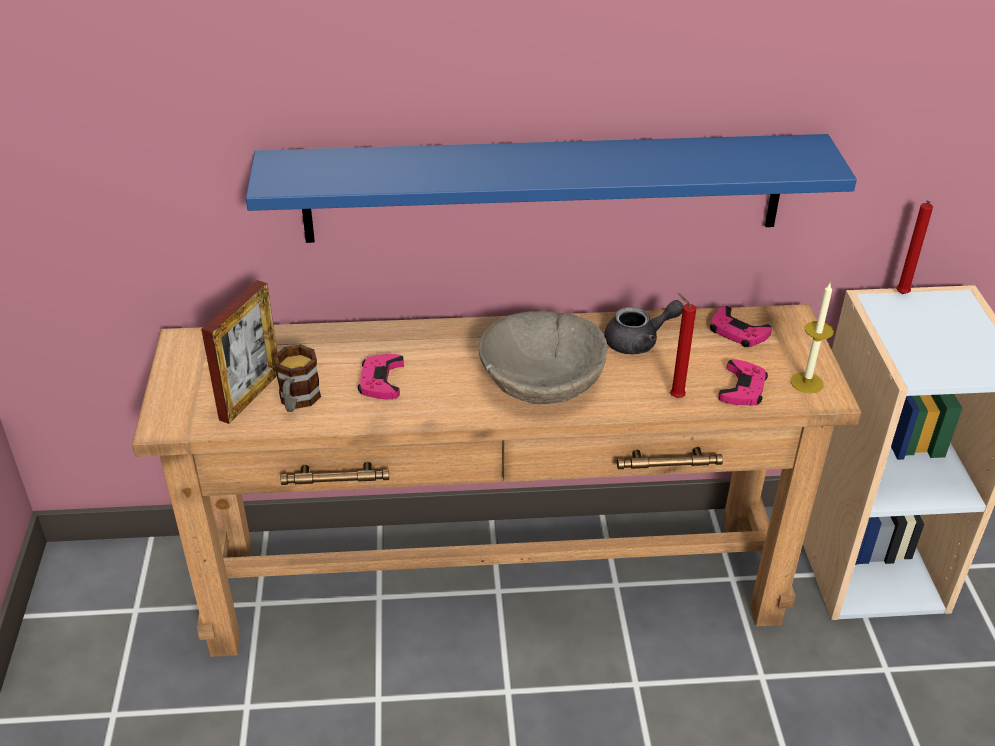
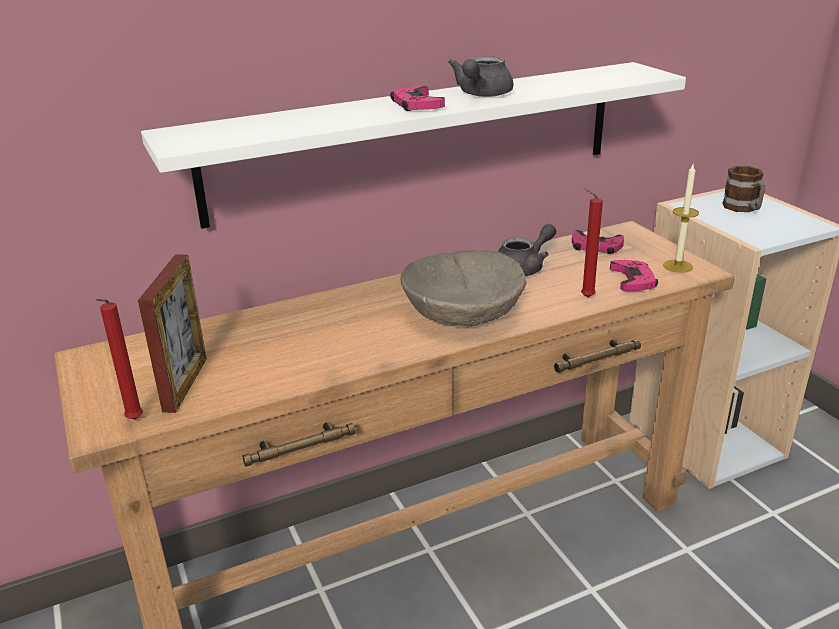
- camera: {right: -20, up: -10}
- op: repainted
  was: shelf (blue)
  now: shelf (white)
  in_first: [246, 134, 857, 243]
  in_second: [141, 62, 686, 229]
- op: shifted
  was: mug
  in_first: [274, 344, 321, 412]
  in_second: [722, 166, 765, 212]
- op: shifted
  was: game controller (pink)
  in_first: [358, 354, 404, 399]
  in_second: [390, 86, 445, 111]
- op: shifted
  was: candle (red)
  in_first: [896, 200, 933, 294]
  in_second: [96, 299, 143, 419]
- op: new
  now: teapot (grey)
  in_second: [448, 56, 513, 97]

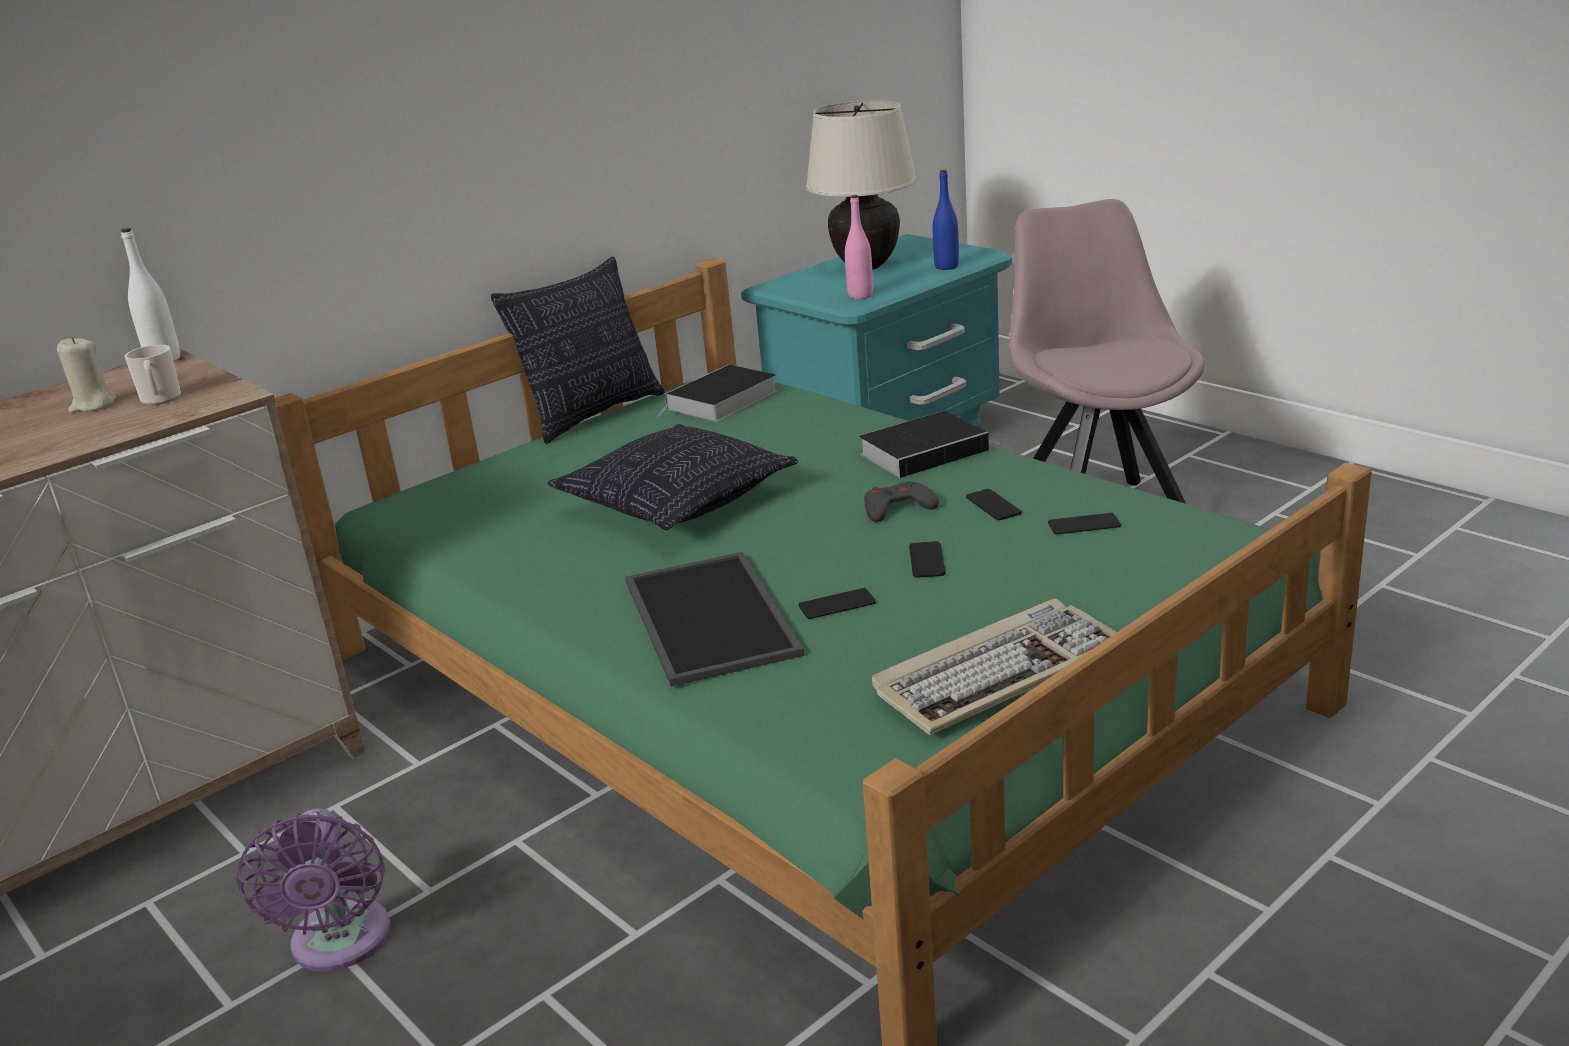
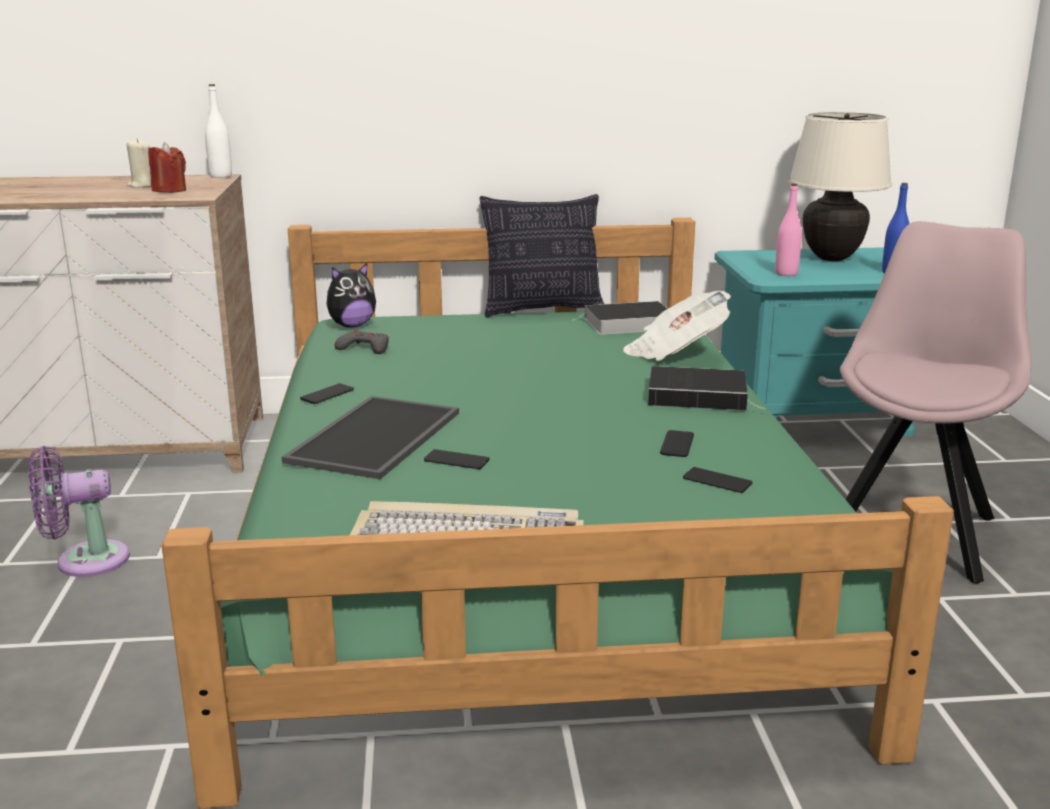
- camera: {right: 35, up: -5}
- op: swapped
  was: mug
  now: candle (red)
  in_first: [125, 345, 181, 405]
  in_second: [148, 142, 186, 193]
- op: rotated
  was: fan (purple)
  in_first: [236, 808, 391, 972]
  in_second: [29, 446, 130, 577]
  clockwise: 45
- op: gone
  was: pillow
  in_first: [547, 424, 798, 530]
- op: shifted
  was: game controller (grey)
  in_first: [864, 481, 939, 522]
  in_second: [335, 329, 389, 354]
- op: shifted
  was: phone
  in_first: [909, 541, 945, 578]
  in_second: [300, 383, 354, 404]
- op: new
  now: plush toy
  in_second: [327, 263, 376, 327]
- op: new
  now: newspaper
  in_second: [623, 291, 731, 361]

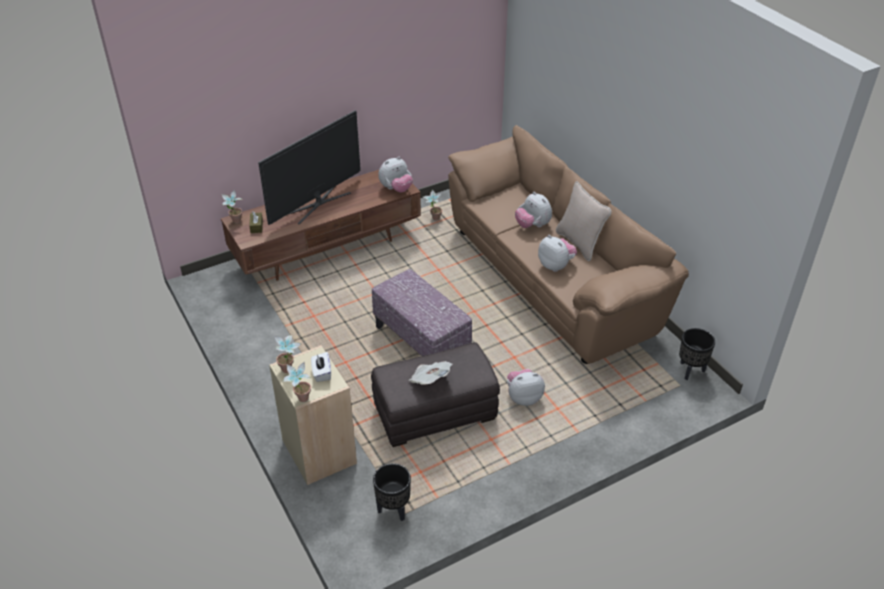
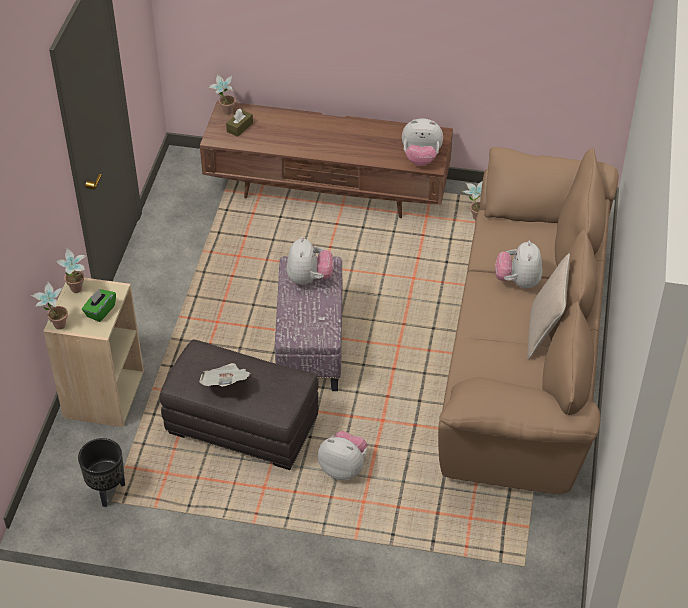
- camera: {right: 40, up: 5}
- op: gone
  was: television
  in_first: [258, 110, 361, 225]
- op: repainted
  was: tissue box (white)
  now: tissue box (green)
  in_first: [311, 352, 331, 382]
  in_second: [82, 289, 116, 322]
- op: shifted
  was: plush toy
  in_first: [538, 235, 577, 272]
  in_second: [287, 237, 333, 285]
- op: gone
  was: planter (black)
  in_first: [679, 328, 715, 380]

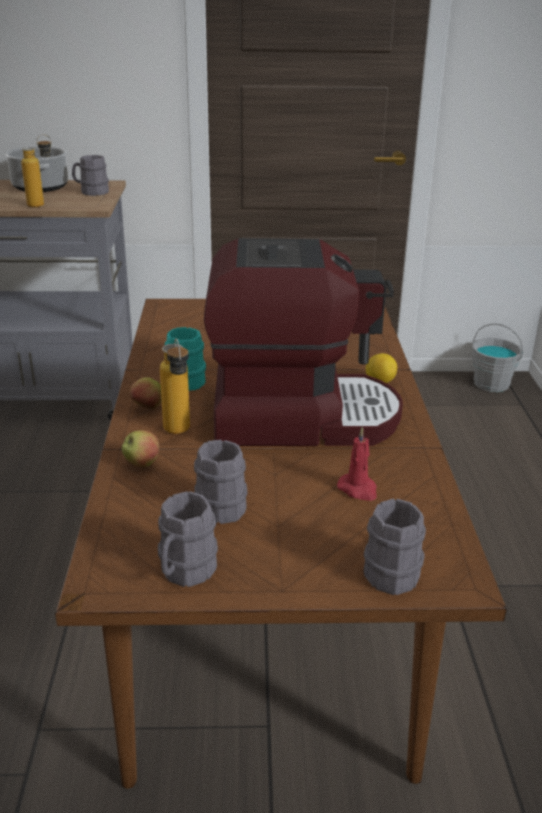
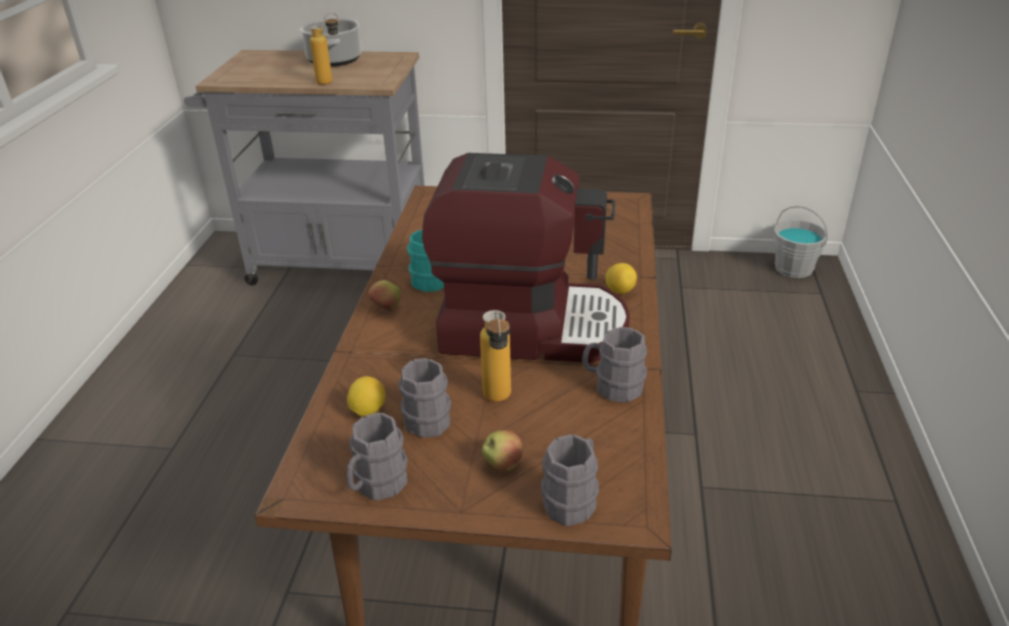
- camera: {right: 10, up: 5}
- op: shifted
  was: mug (grey)
  in_first: [72, 155, 109, 196]
  in_second: [582, 327, 647, 403]
- op: shifted
  was: apple
  in_first: [122, 430, 160, 467]
  in_second: [482, 430, 523, 471]
- op: shifted
  was: bottle
  in_first: [160, 338, 190, 434]
  in_second: [480, 310, 511, 402]
- op: gone
  was: candle (red)
  in_first: [337, 427, 377, 501]
- op: new
  now: lemon
  in_second: [347, 376, 386, 417]

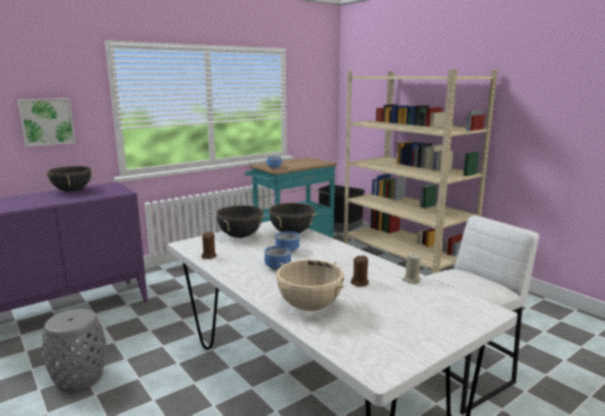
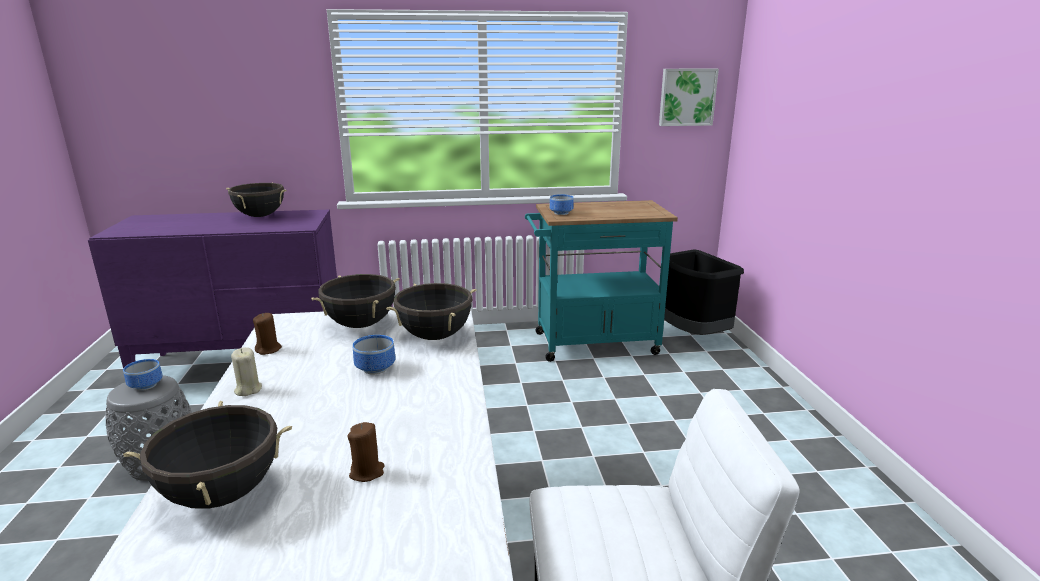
- camera: {right: 30, up: 5}
- op: shifted
  was: picture
  in_first: [18, 98, 76, 147]
  in_second: [659, 69, 719, 126]
- op: shifted
  was: bowl
  in_first: [265, 246, 291, 271]
  in_second: [123, 359, 163, 391]
- op: repainted
  was: cooking pot (beige)
  now: cooking pot (black)
  in_first: [276, 260, 344, 311]
  in_second: [123, 401, 292, 508]
- op: gone
  was: bookcase (beige)
  in_first: [344, 70, 497, 274]
- op: shifted
  was: candle (beige)
  in_first: [402, 252, 421, 284]
  in_second: [231, 347, 262, 396]

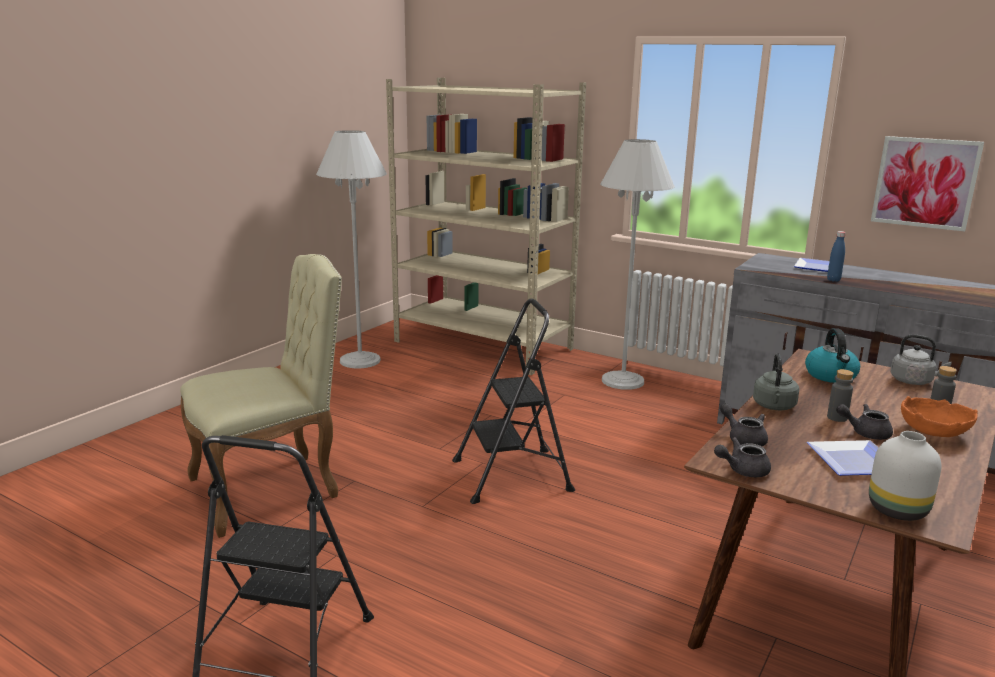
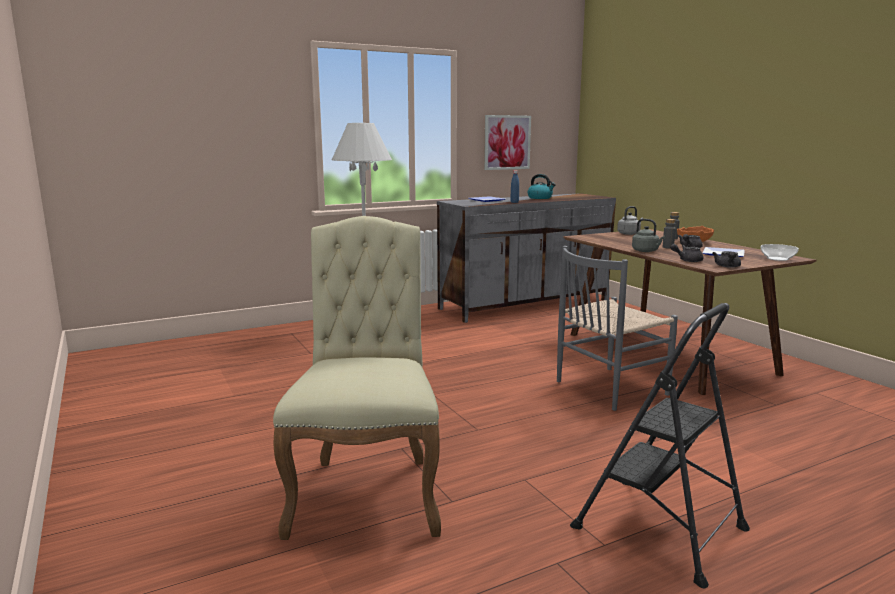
- camera: {right: -60, up: -5}
- op: gone
  was: floor lamp (white)
  in_first: [317, 130, 387, 368]
- op: gone
  was: bookcase (beige)
  in_first: [386, 78, 586, 375]
- op: gone
  was: step ladder (black)
  in_first: [452, 298, 575, 504]
- op: shifted
  was: kettle
  in_first: [805, 328, 860, 383]
  in_second: [528, 174, 556, 199]
- op: swapped
  was: vase (white)
  now: bowl
  in_first: [869, 431, 941, 521]
  in_second: [761, 244, 799, 261]
- op: new
  now: chair (grey)
  in_second: [557, 246, 678, 411]

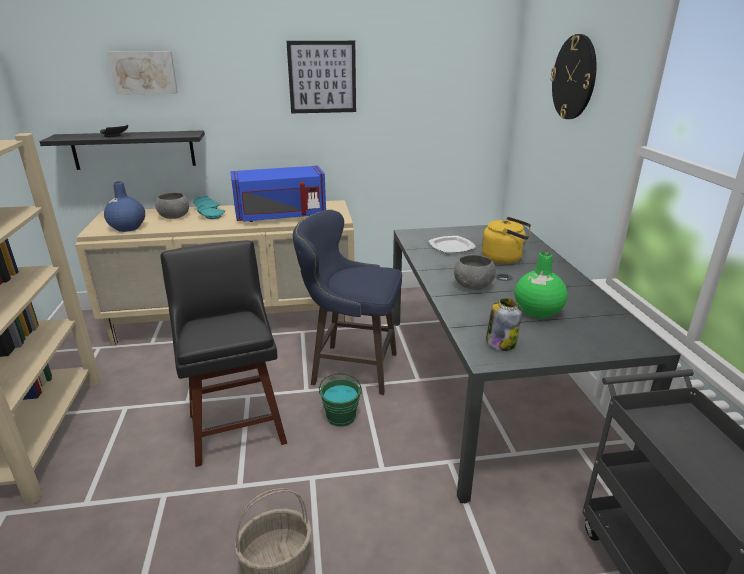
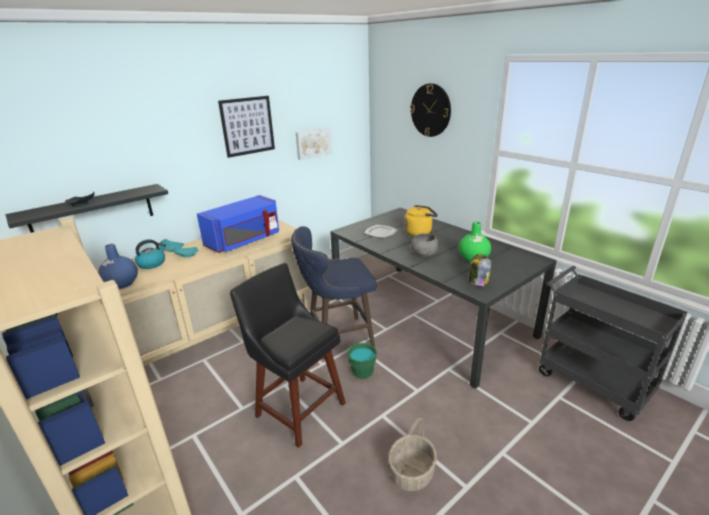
- camera: {right: -30, up: 0}
- op: shifted
  was: picture
  in_first: [108, 51, 178, 95]
  in_second: [296, 127, 332, 160]
- op: swapped
  was: bowl (grey)
  now: kettle
  in_first: [155, 193, 189, 219]
  in_second: [135, 239, 166, 269]

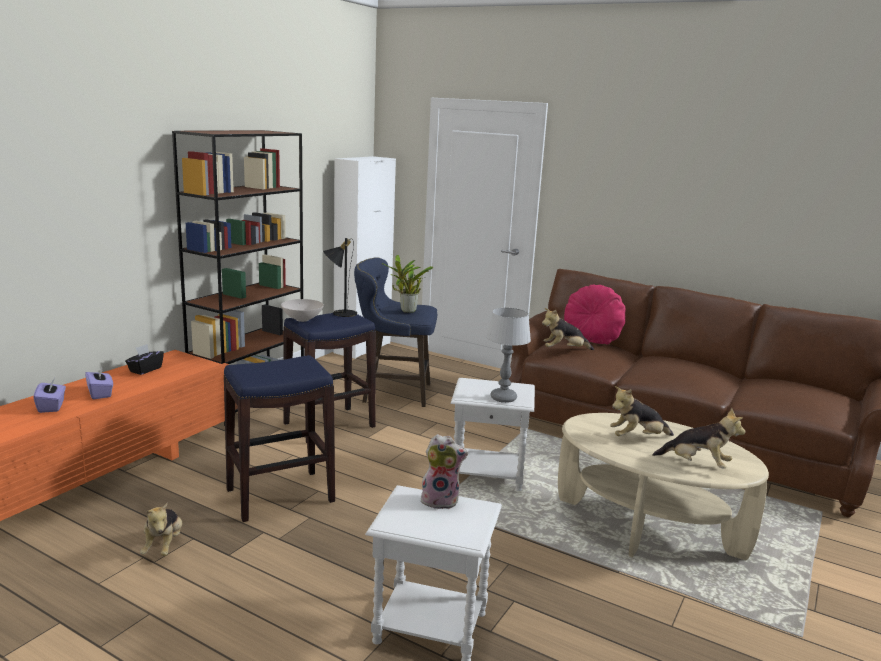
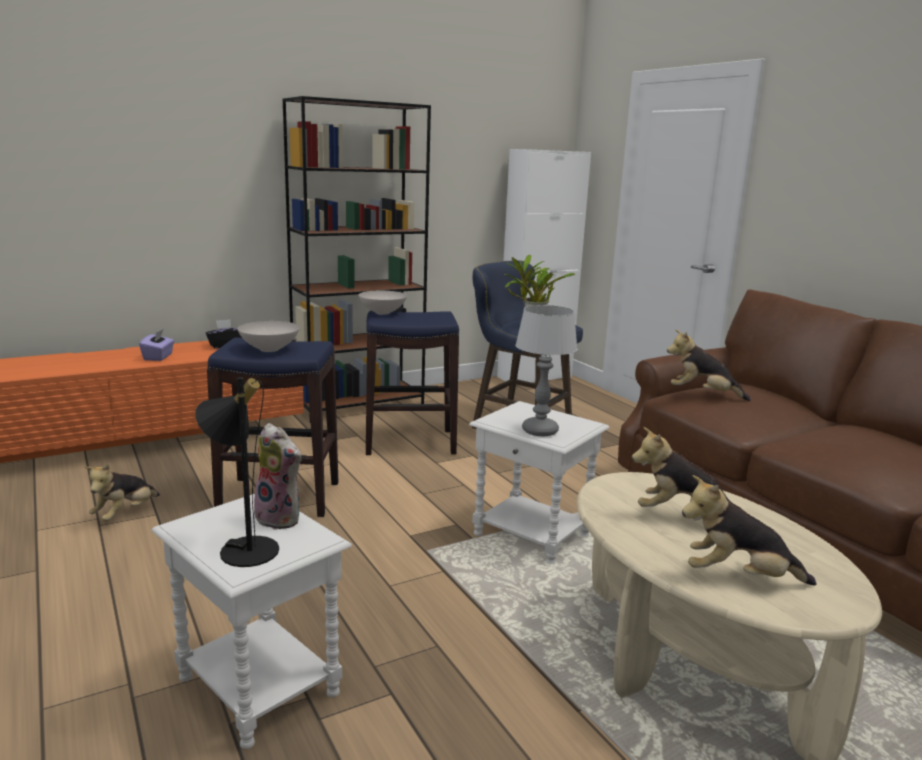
- camera: {right: 30, up: 0}
- op: gone
  was: tissue box (purple)
  in_first: [34, 378, 66, 413]
- op: shifted
  was: table lamp (black)
  in_first: [323, 238, 357, 317]
  in_second: [195, 377, 279, 567]
- op: gone
  was: pillow (pink)
  in_first: [564, 284, 626, 344]
- op: rotated
  was: plush toy
  in_first: [652, 408, 746, 469]
  in_second: [682, 475, 817, 586]
  clockwise: 135
- op: new
  now: bowl (white)
  in_second: [237, 321, 300, 352]

